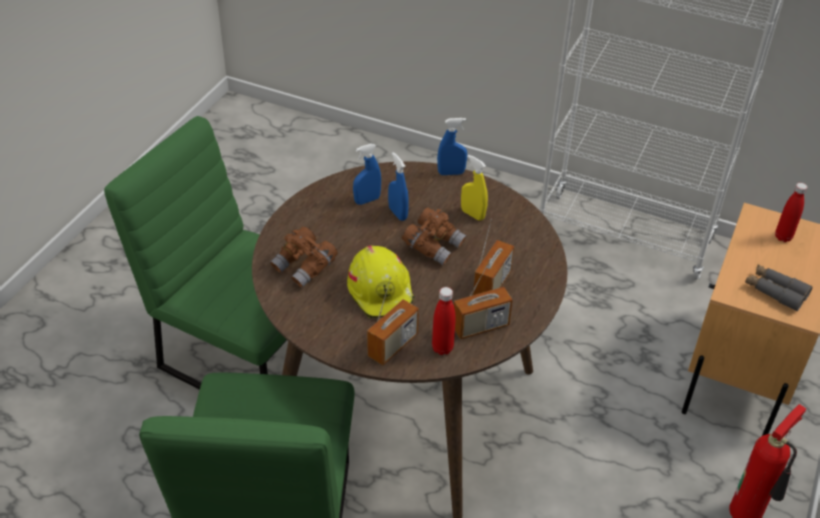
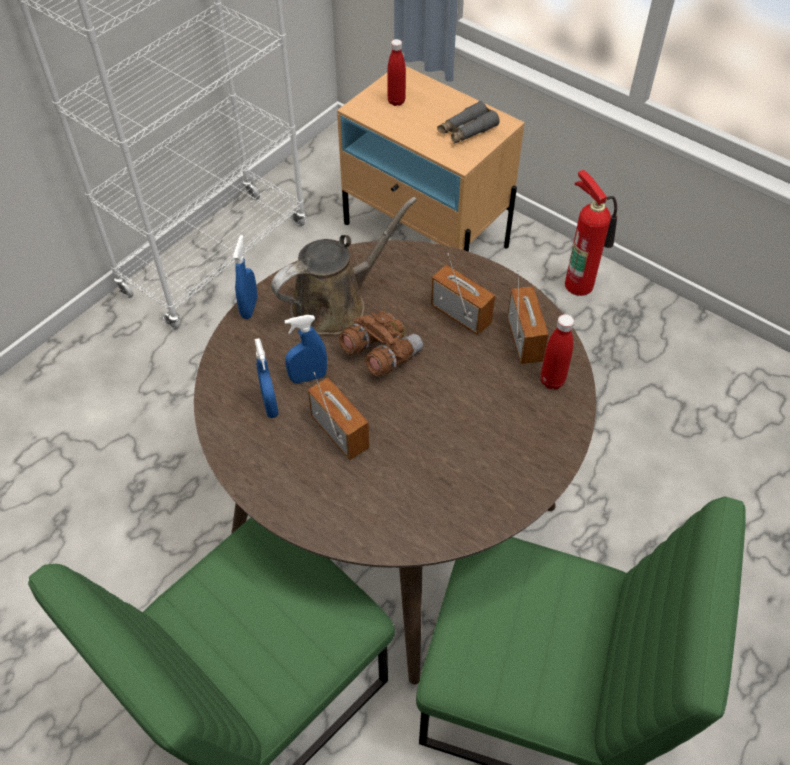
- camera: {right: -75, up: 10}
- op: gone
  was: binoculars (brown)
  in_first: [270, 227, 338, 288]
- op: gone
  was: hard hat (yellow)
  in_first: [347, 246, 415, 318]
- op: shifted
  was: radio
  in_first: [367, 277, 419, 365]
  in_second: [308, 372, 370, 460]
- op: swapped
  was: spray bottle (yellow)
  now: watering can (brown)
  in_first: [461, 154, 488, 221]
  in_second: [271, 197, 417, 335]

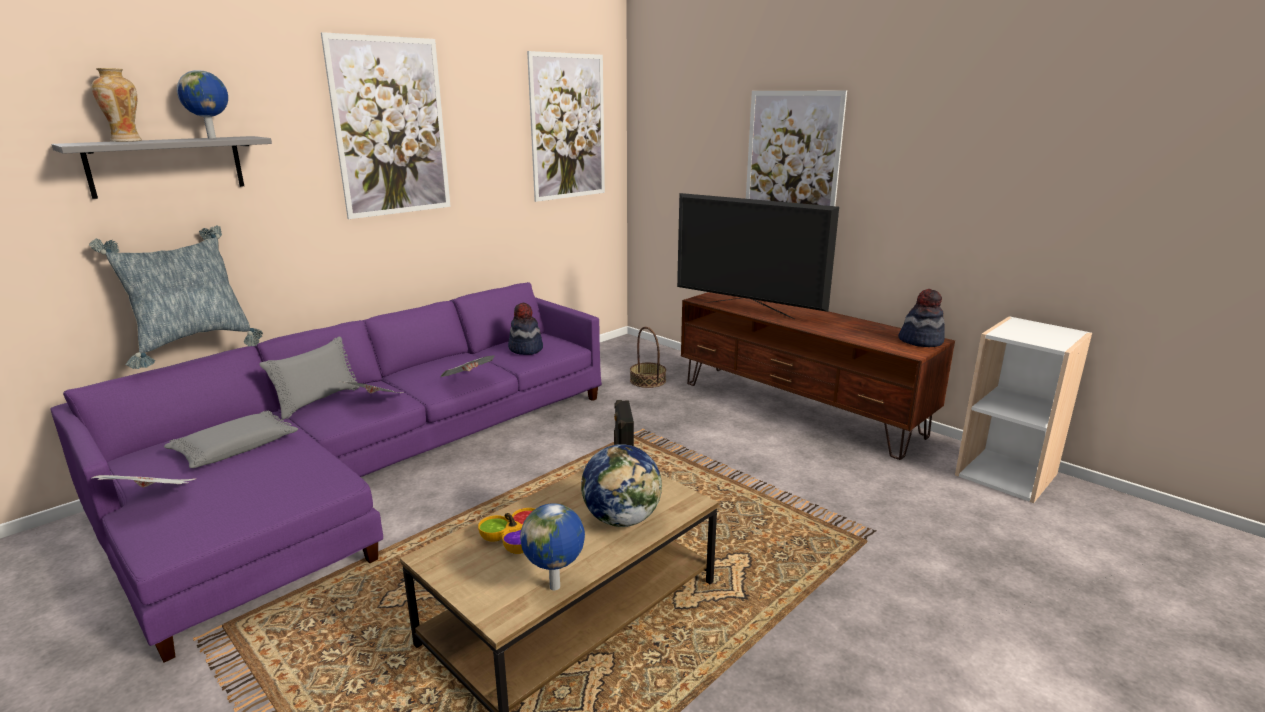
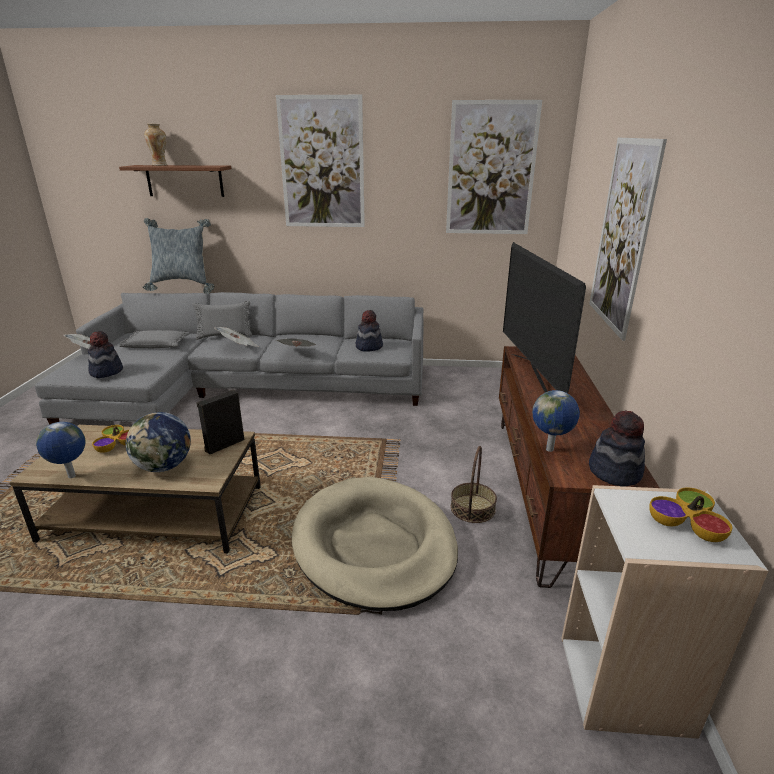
- camera: {right: 50, up: 5}
- op: repainted
  was: sofa (purple)
  now: sofa (grey)
  in_first: [50, 282, 602, 663]
  in_second: [35, 292, 423, 424]
- op: repainted
  was: shelf (grey)
  now: shelf (brown)
  in_first: [51, 136, 272, 199]
  in_second: [119, 165, 231, 197]
- op: shifted
  was: globe
  in_first: [177, 70, 228, 138]
  in_second: [532, 390, 580, 452]
- op: shifted
  was: basket
  in_first: [630, 327, 666, 388]
  in_second: [451, 446, 497, 523]
- op: new
  now: hat
  in_second: [88, 331, 123, 378]
- op: new
  now: dog bed (beige)
  in_second: [292, 477, 458, 611]
- op: new
  now: bowl
  in_second: [649, 488, 733, 542]

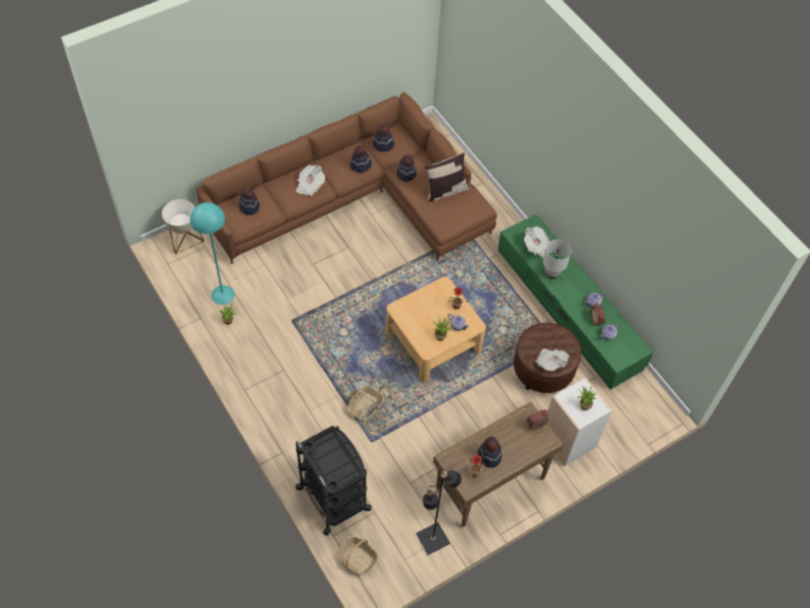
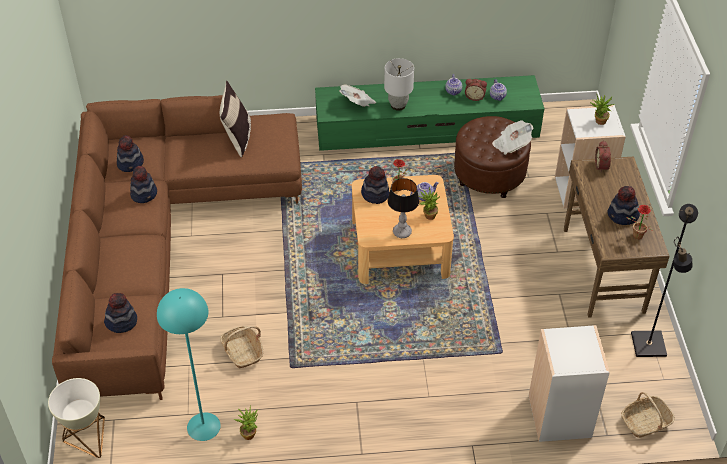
- camera: {right: -60, up: -10}
- op: swapped
  was: cart (black)
  now: bookcase
  in_first: [295, 426, 371, 536]
  in_second: [529, 325, 610, 442]
- op: gone
  was: newspaper
  in_first: [296, 165, 325, 196]
- op: shifted
  was: basket
  in_first: [348, 386, 384, 421]
  in_second: [220, 326, 263, 368]
- op: shifted
  was: hat
  in_first: [397, 154, 417, 182]
  in_second: [361, 166, 389, 204]
- op: new
  now: table lamp
  in_second: [387, 178, 419, 238]

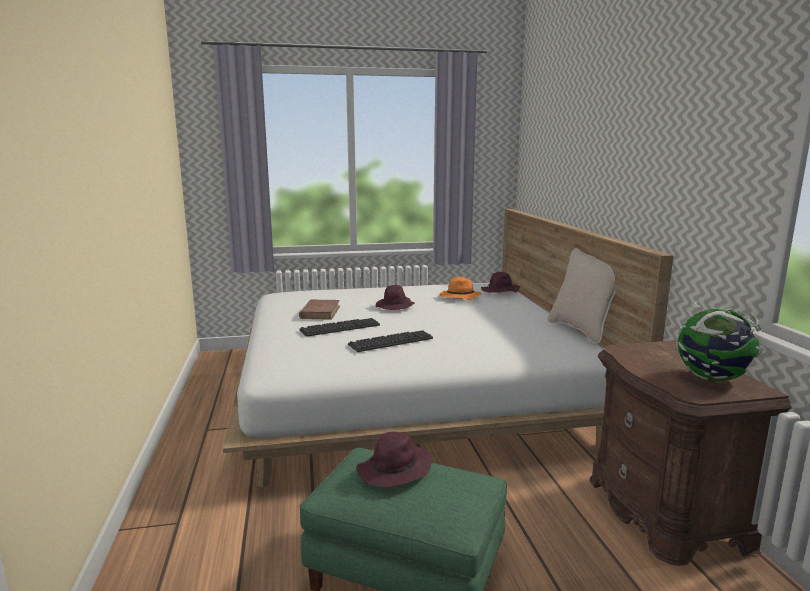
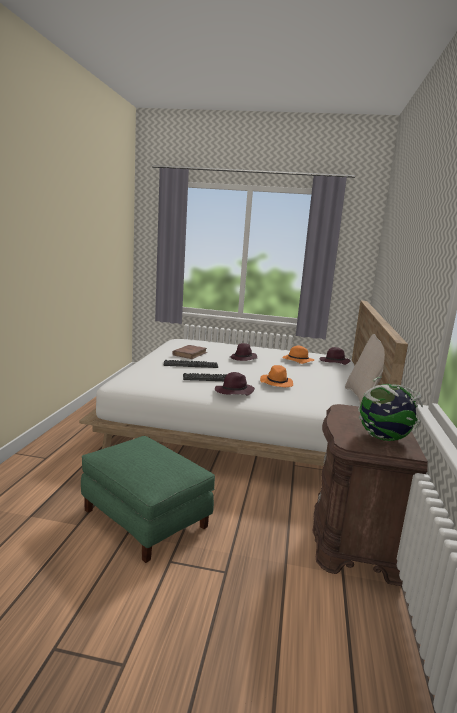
- camera: {right: 20, up: 0}
- op: shifted
  was: hat (purple)
  in_first: [357, 432, 432, 487]
  in_second: [215, 372, 255, 396]
- op: new
  now: hat (orange)
  in_second: [260, 365, 293, 387]

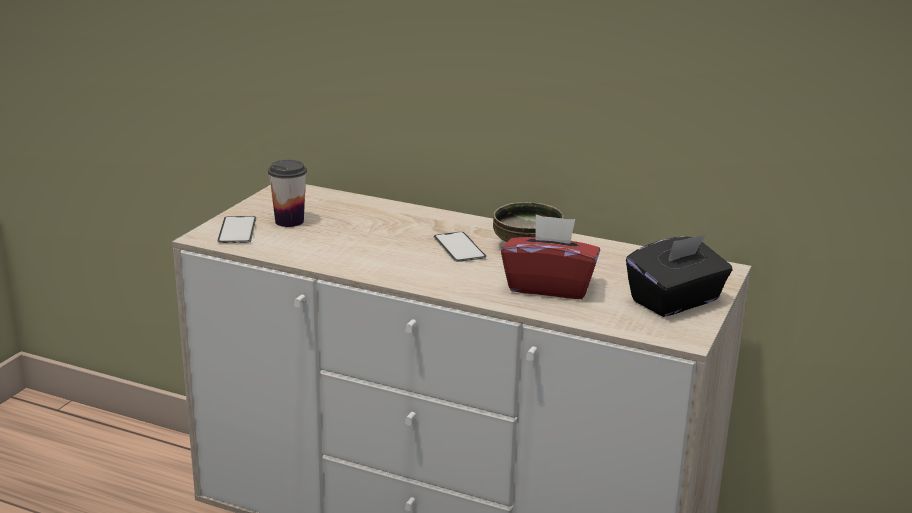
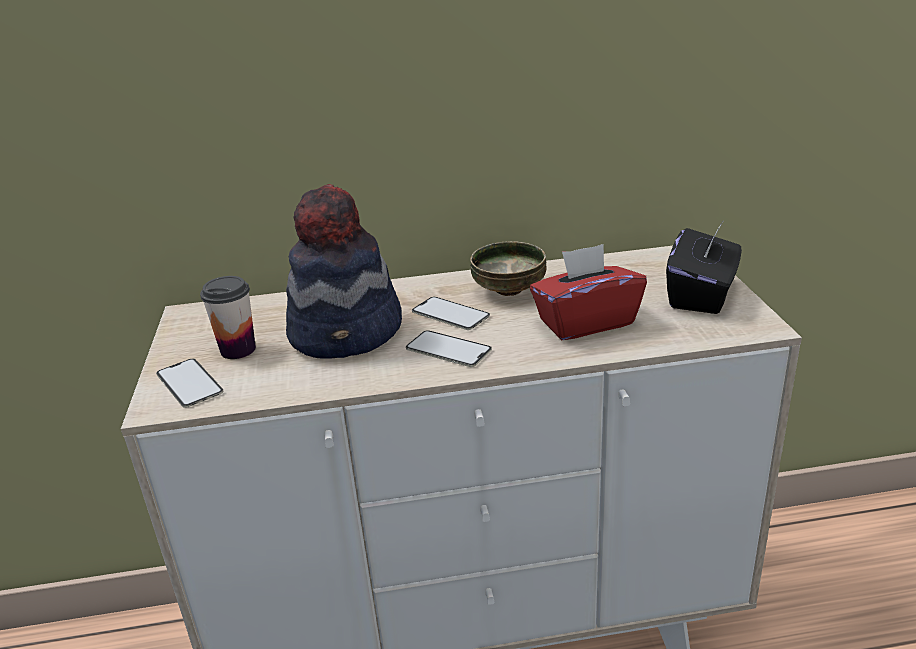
- camera: {right: -30, up: 5}
- op: new
  now: hat
  in_second: [286, 184, 402, 358]
- op: new
  now: phone
  in_second: [406, 330, 492, 367]

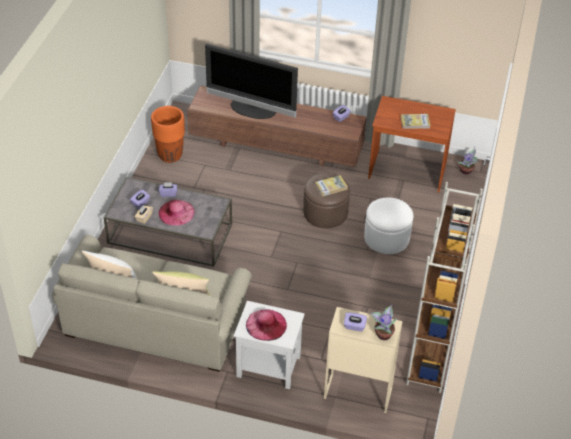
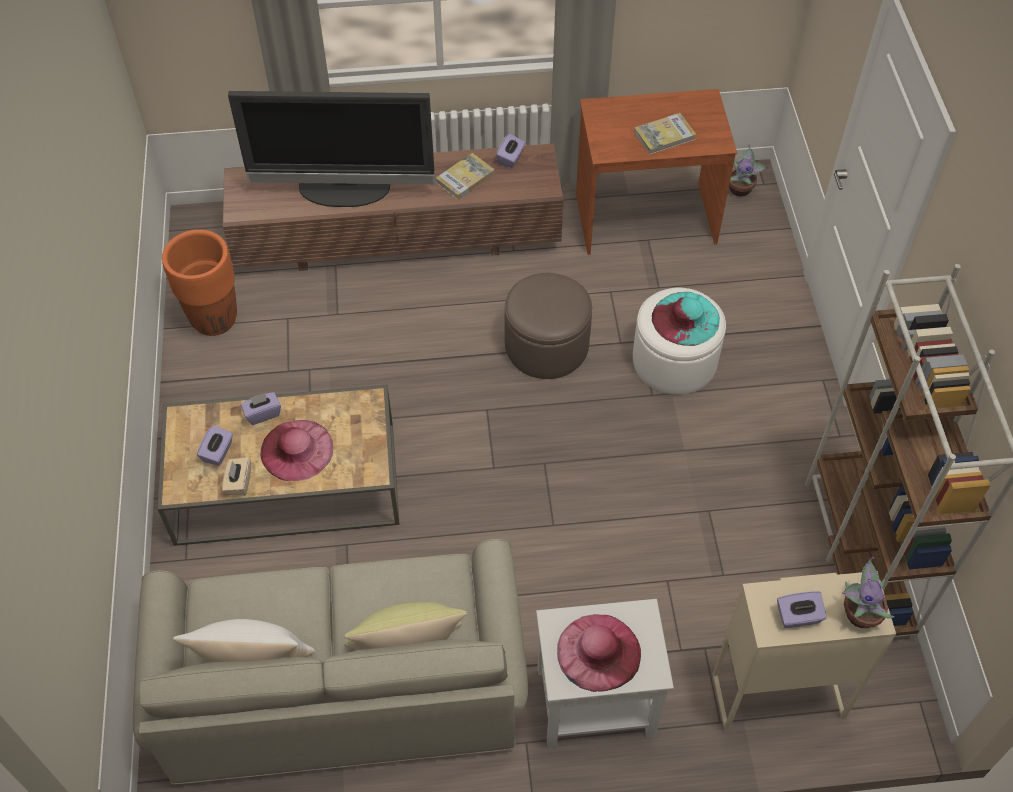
- camera: {right: -20, up: 10}
- op: repainted
  was: coffee table (grey)
  now: coffee table (brown)
  in_first: [104, 177, 232, 266]
  in_second: [157, 385, 399, 546]
- op: shifted
  was: book
  in_first: [315, 175, 348, 197]
  in_second: [436, 153, 495, 200]
- op: new
  now: hat (turquoise)
  in_second: [652, 292, 720, 346]

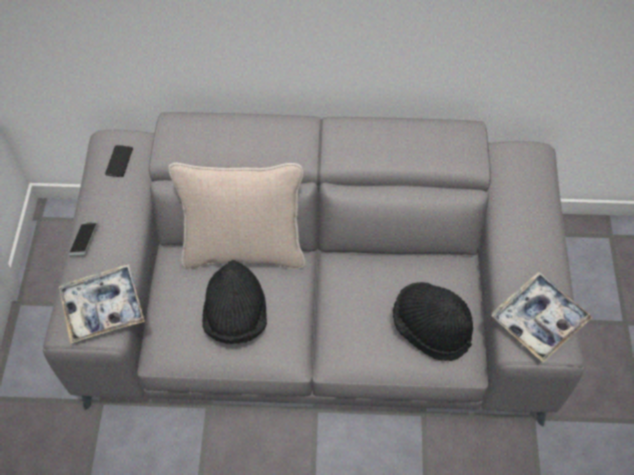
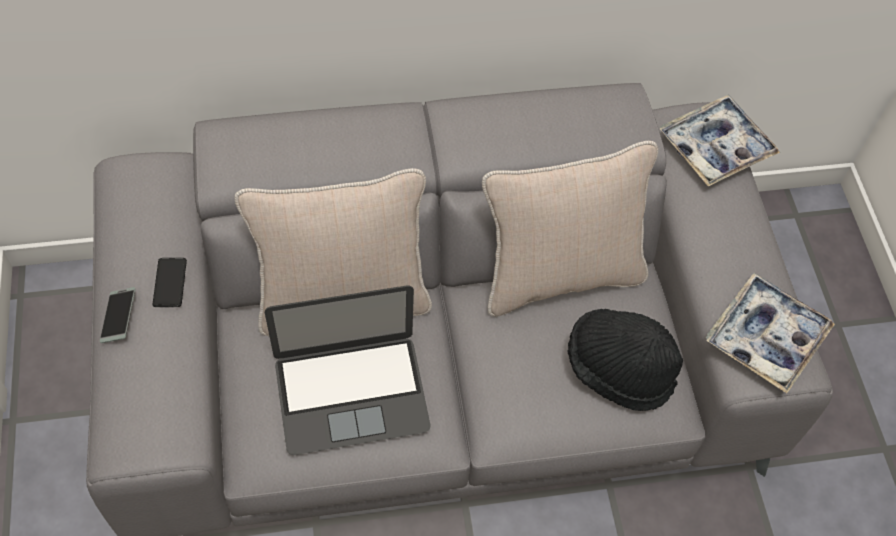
- camera: {right: -15, up: 0}
- op: shifted
  was: tray
  in_first: [59, 264, 145, 344]
  in_second: [660, 95, 780, 186]
- op: shifted
  was: phone
  in_first: [105, 145, 133, 177]
  in_second: [152, 258, 187, 307]
- op: swapped
  was: hat (black)
  now: laptop
  in_first: [202, 260, 267, 344]
  in_second: [264, 286, 430, 455]
- op: new
  now: pillow (beige)
  in_second: [482, 141, 658, 317]

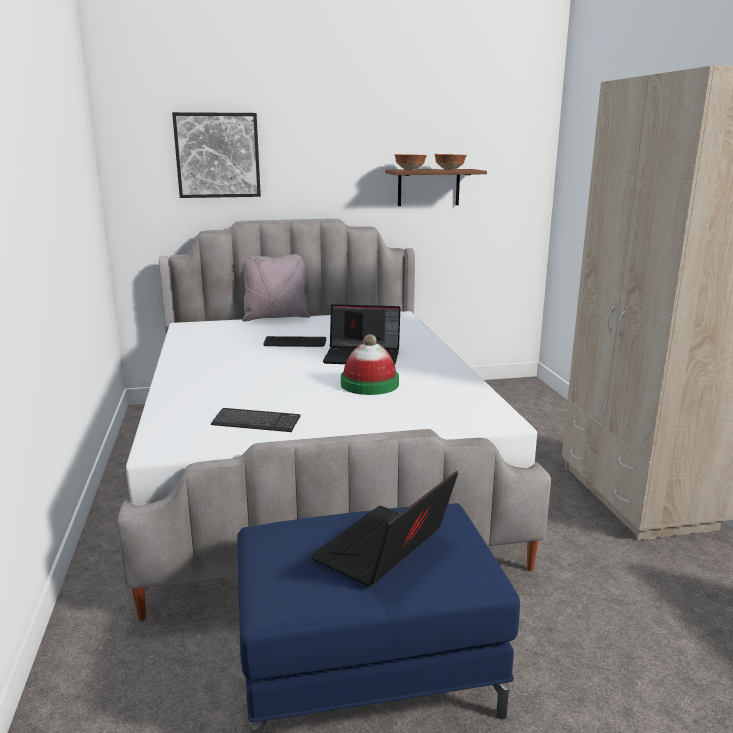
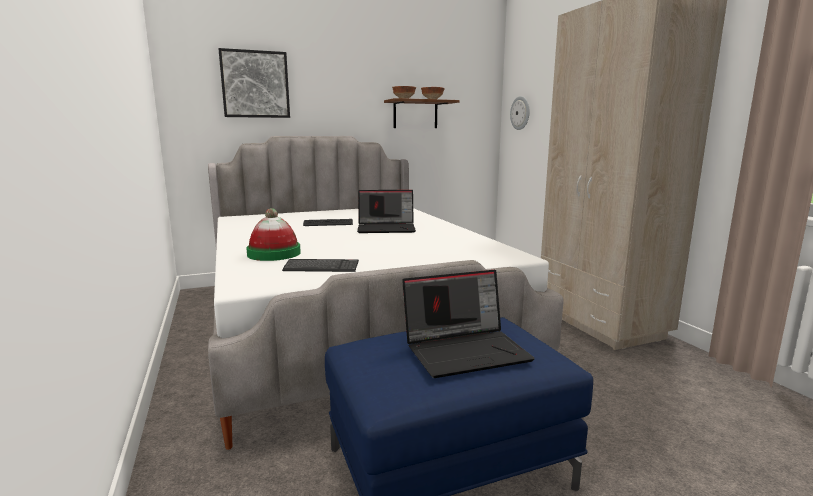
- camera: {right: -10, up: -5}
- op: gone
  was: pillow (purple)
  in_first: [242, 254, 310, 322]
- op: rotated
  was: laptop
  in_first: [309, 471, 458, 586]
  in_second: [402, 270, 535, 378]
  clockwise: -135
- op: shifted
  was: hat
  in_first: [341, 334, 399, 395]
  in_second: [247, 208, 301, 261]
- op: new
  now: wall clock
  in_second: [510, 96, 530, 130]

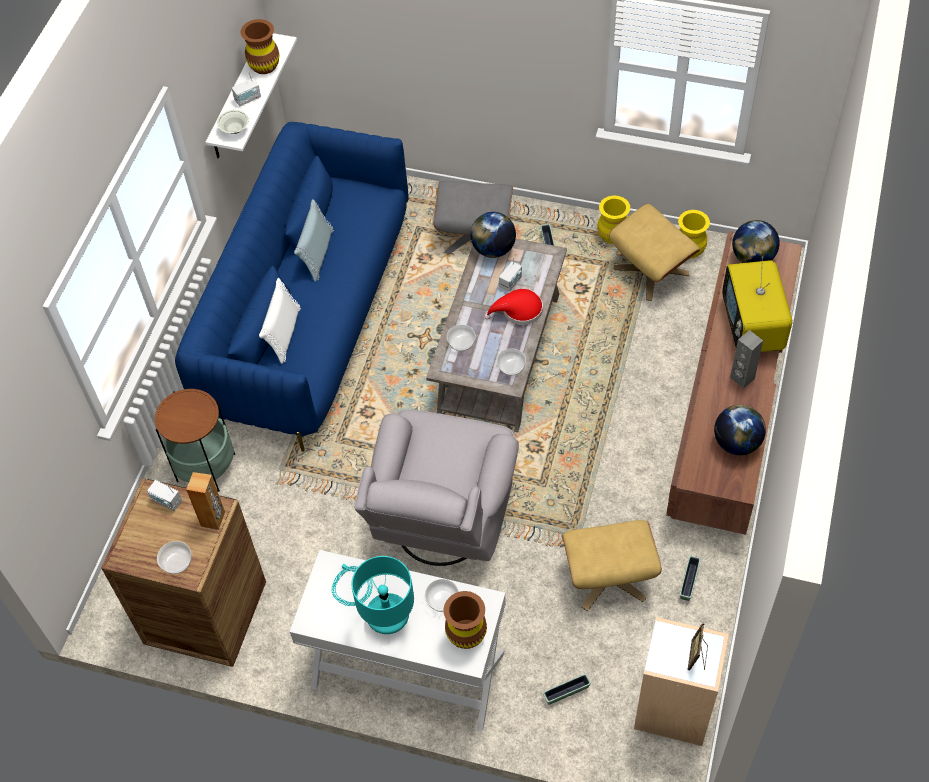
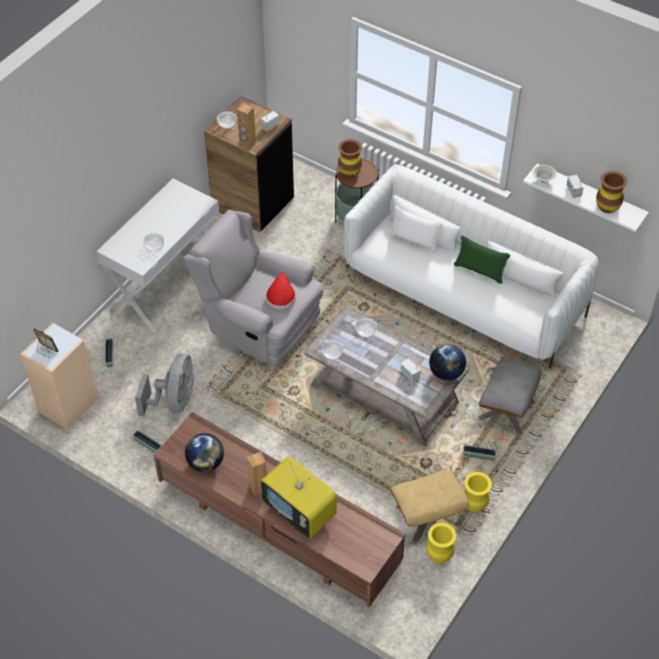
- camera: {right: 105, up: -5}
- op: repainted
  was: sofa (blue)
  now: sofa (white)
  in_first: [175, 122, 409, 452]
  in_second: [344, 164, 598, 369]
- op: repainted
  was: pillow (blue)
  now: pillow (green)
  in_first: [294, 199, 333, 282]
  in_second: [454, 235, 510, 284]
- op: gone
  was: table lamp (turquoise)
  in_first: [332, 556, 414, 634]
- op: shifted
  was: vase (brown)
  in_first: [444, 591, 487, 649]
  in_second: [338, 139, 362, 177]
- op: shifted
  was: hat (red)
  in_first: [484, 289, 543, 325]
  in_second: [266, 272, 296, 309]
- op: swapped
  was: ottoman (beige)
  now: fan (grey)
  in_first: [562, 520, 662, 611]
  in_second: [135, 353, 194, 416]
- op: rotated
  was: television
  in_first: [722, 256, 793, 352]
  in_second: [261, 457, 337, 538]
  clockwise: -150
- op: repainted
  was: speaker (grey)
  now: speaker (brown)
  in_first: [730, 330, 763, 388]
  in_second: [247, 452, 267, 496]
- op: gone
  was: globe
  in_first: [732, 220, 780, 263]

